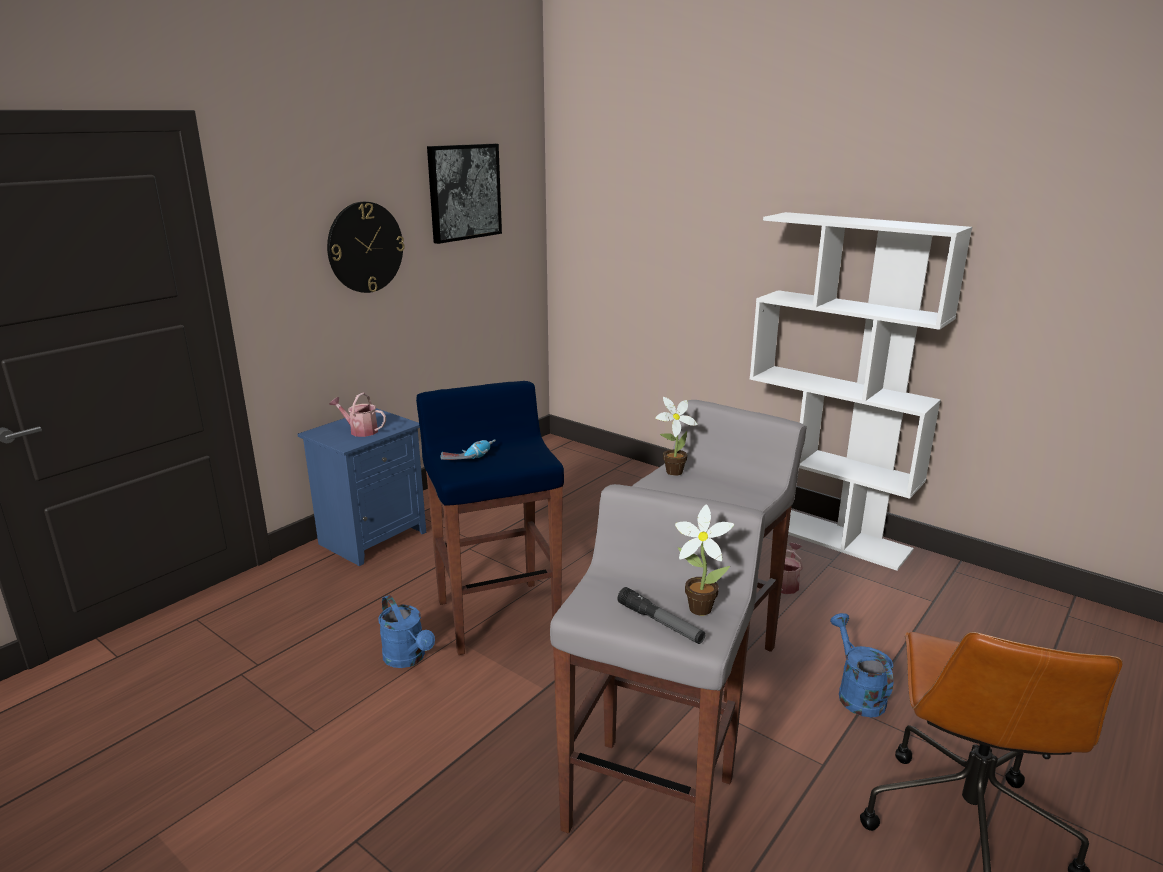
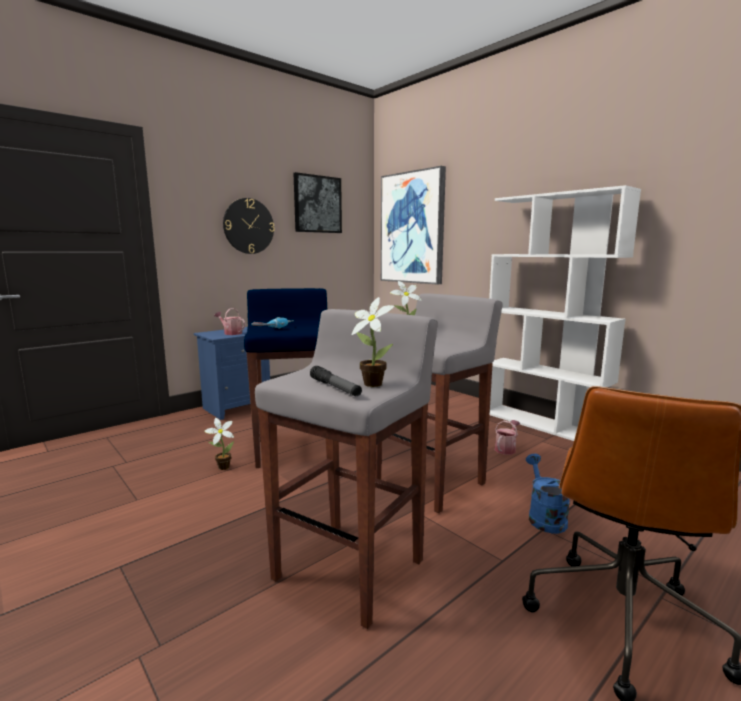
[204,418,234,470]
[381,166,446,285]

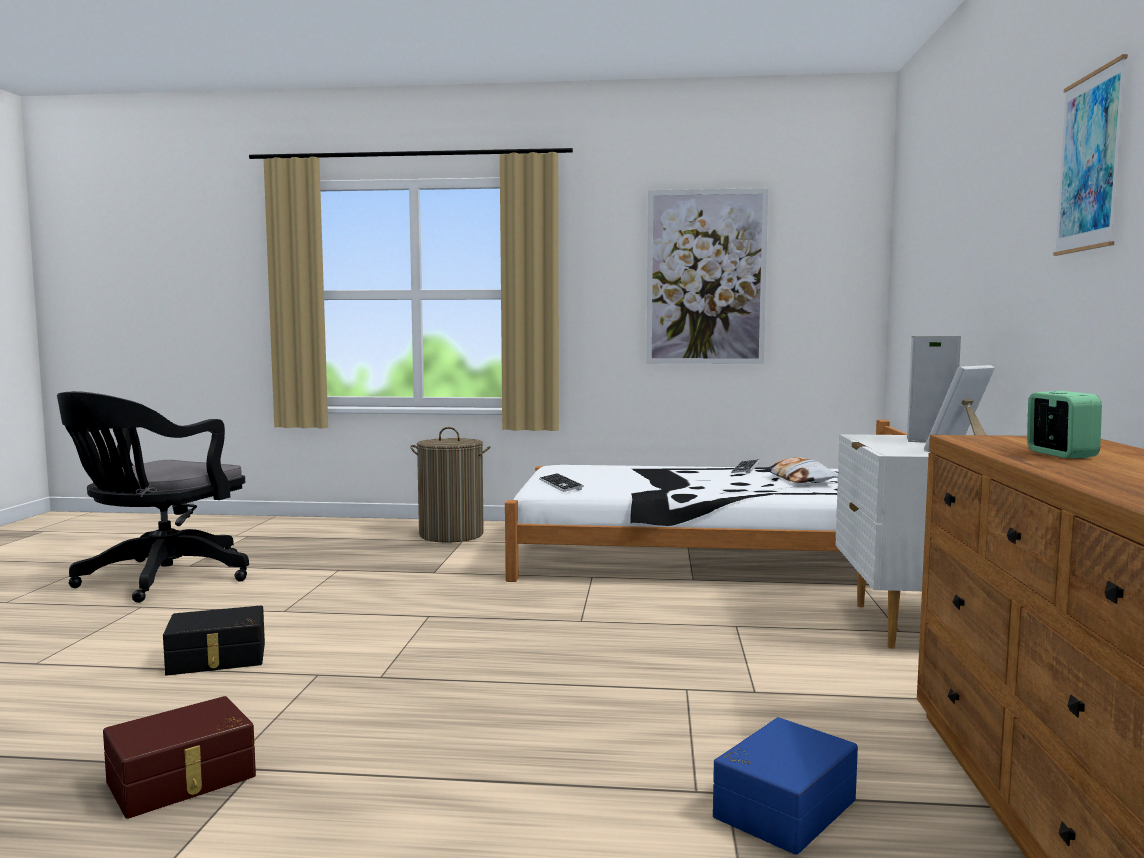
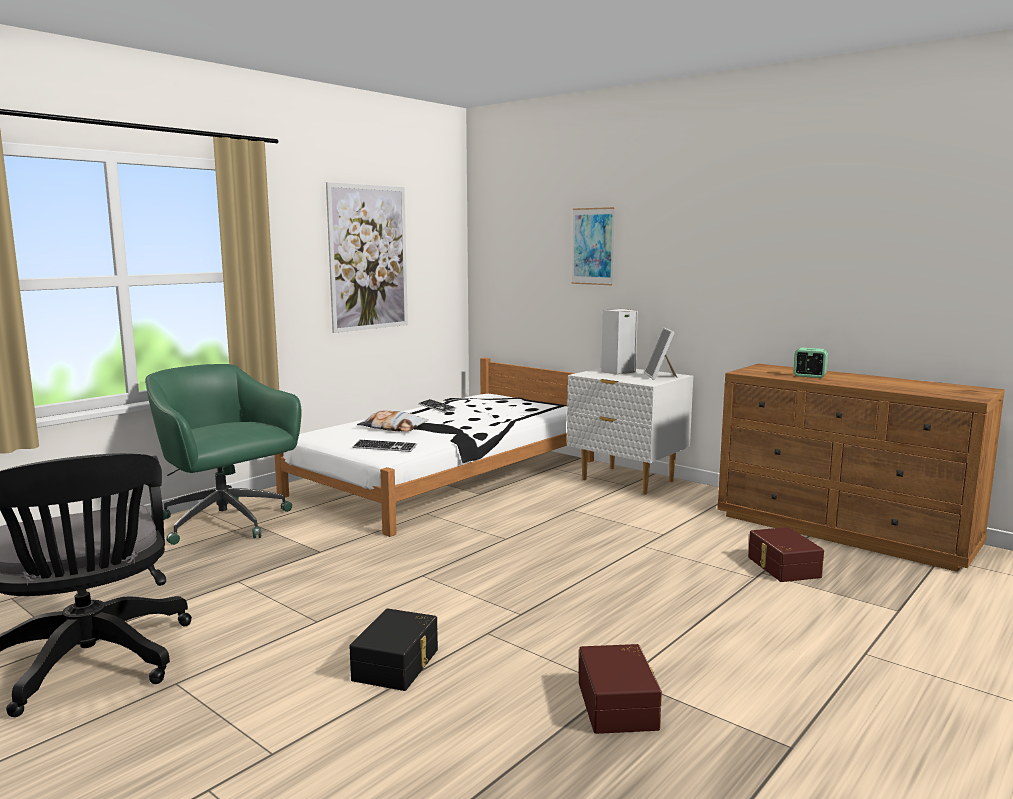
[571,207,615,285]
[145,364,302,545]
[357,410,429,432]
[748,527,824,582]

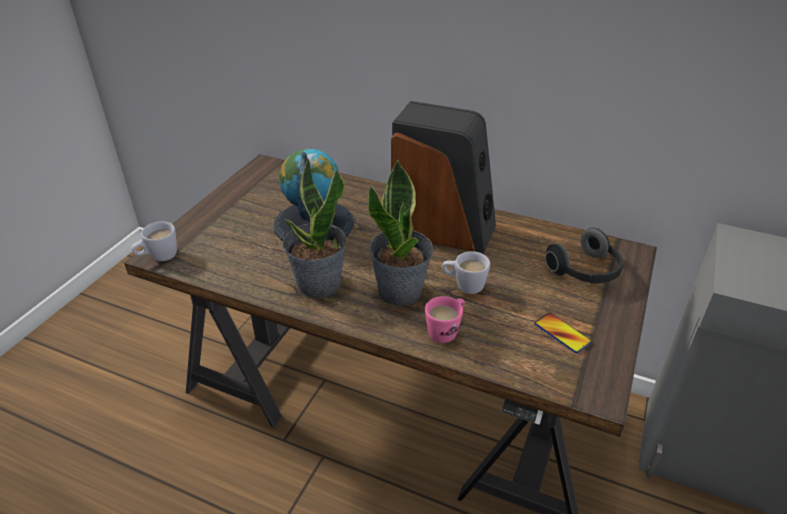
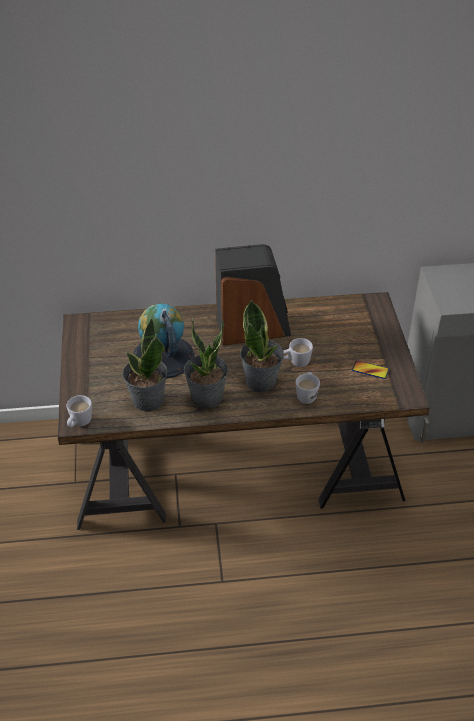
[545,227,624,284] (first image)
[295,372,320,404]
[122,318,167,411]

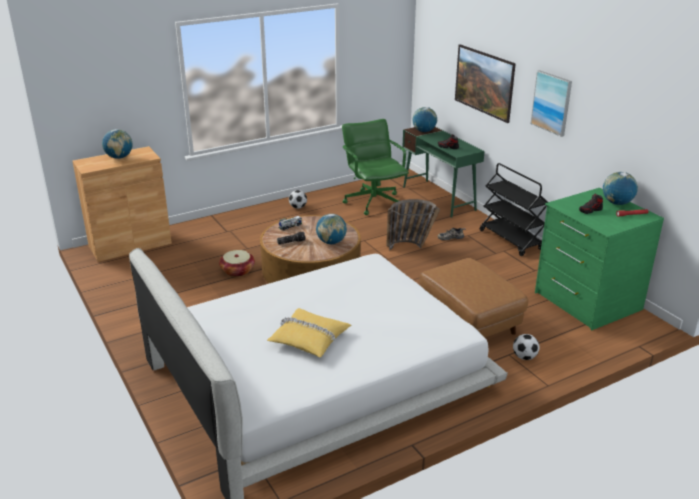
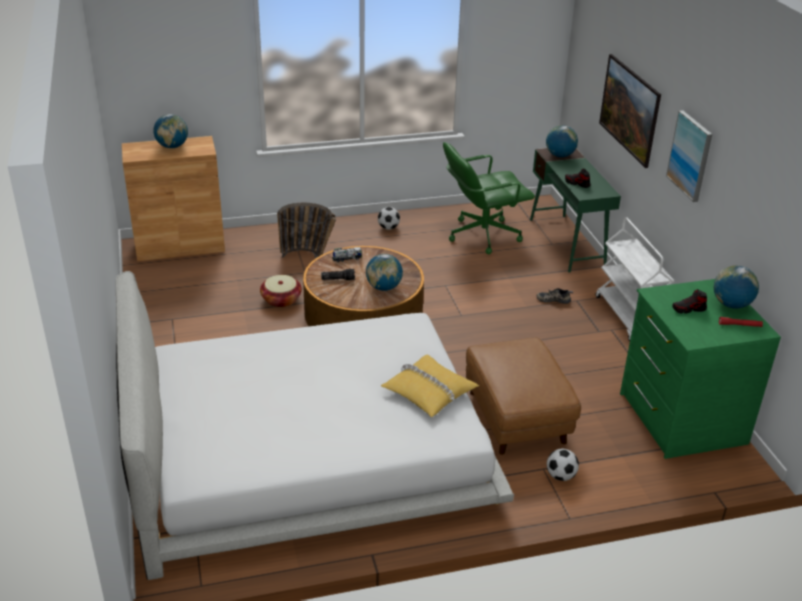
[443,142,535,254]
[596,217,674,341]
[277,203,336,259]
[381,355,479,417]

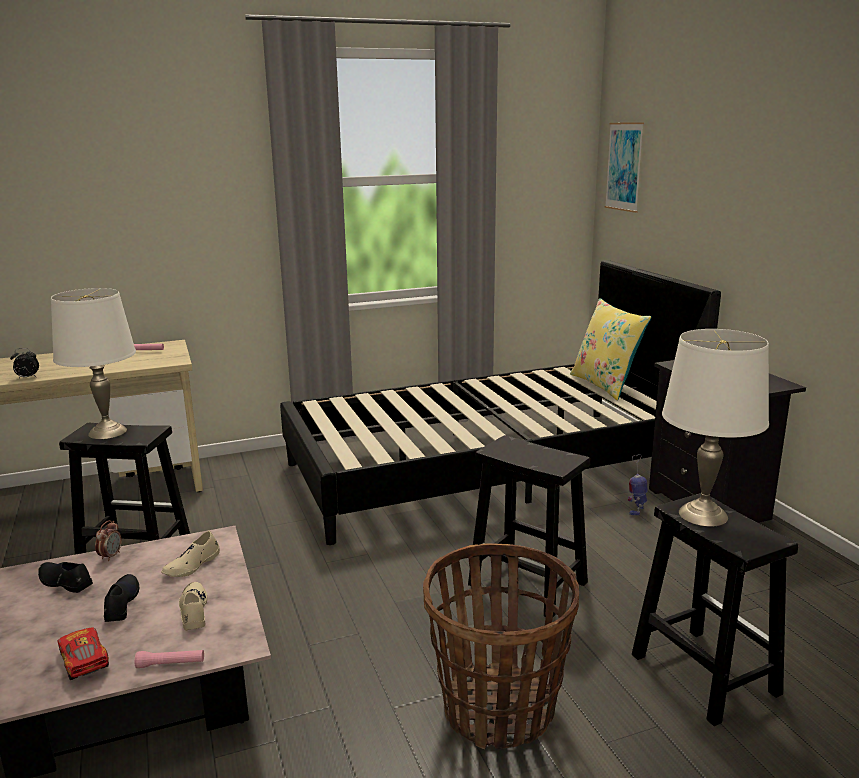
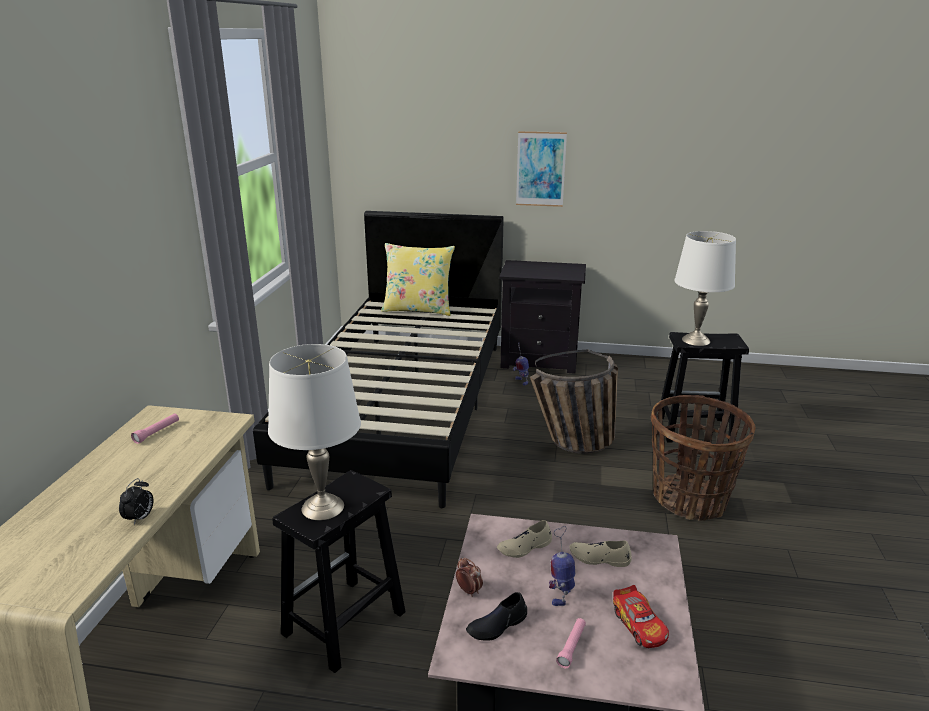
[516,131,567,207]
[530,350,618,454]
[497,520,552,558]
[549,526,575,606]
[613,585,669,648]
[556,618,586,668]

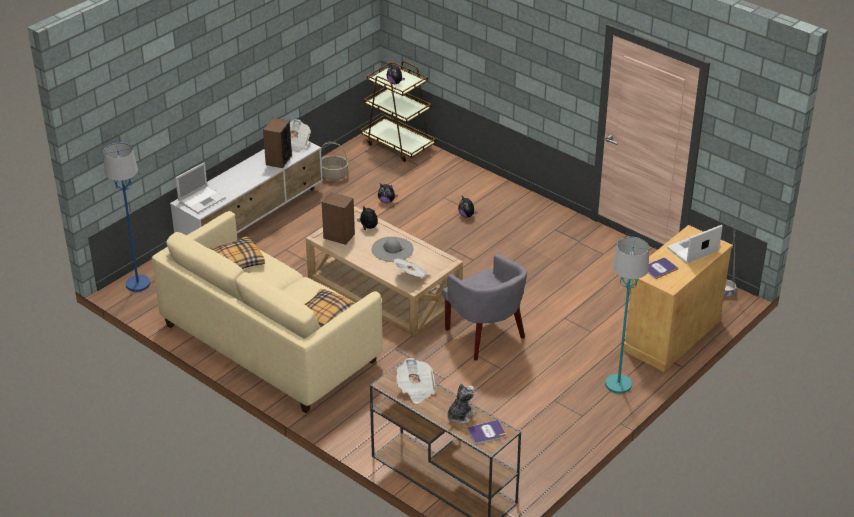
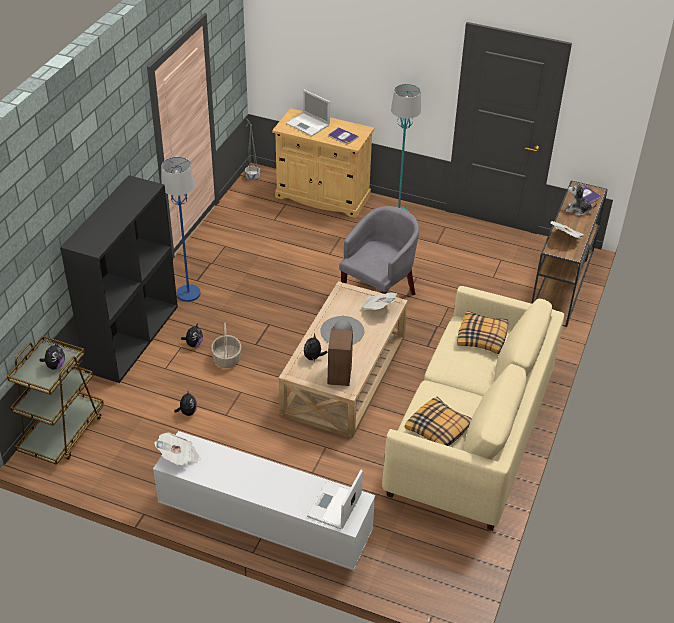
[263,118,292,168] (first image)
[211,322,242,368]
[161,157,201,302]
[307,470,363,529]
[60,175,178,383]

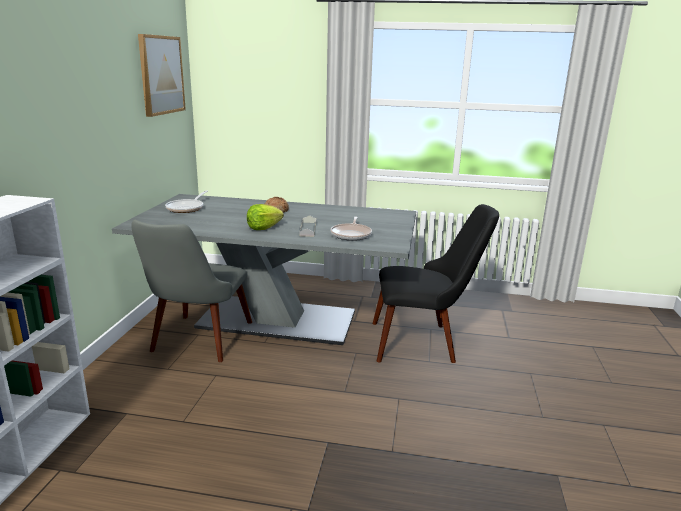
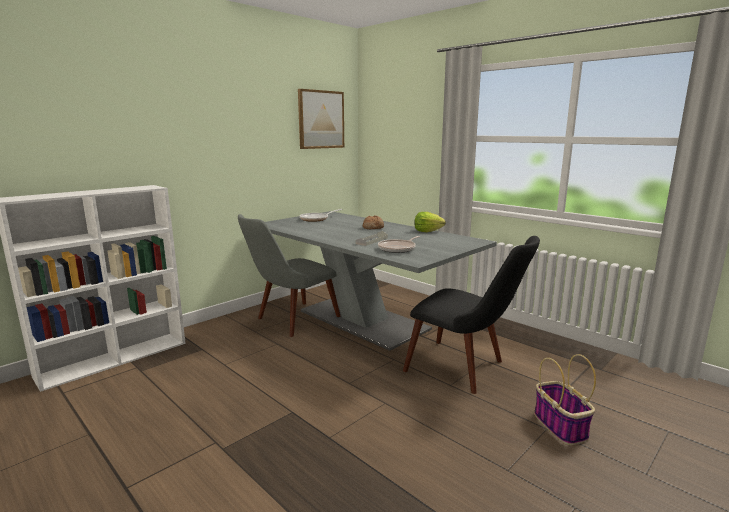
[414,212,446,232]
[534,354,596,445]

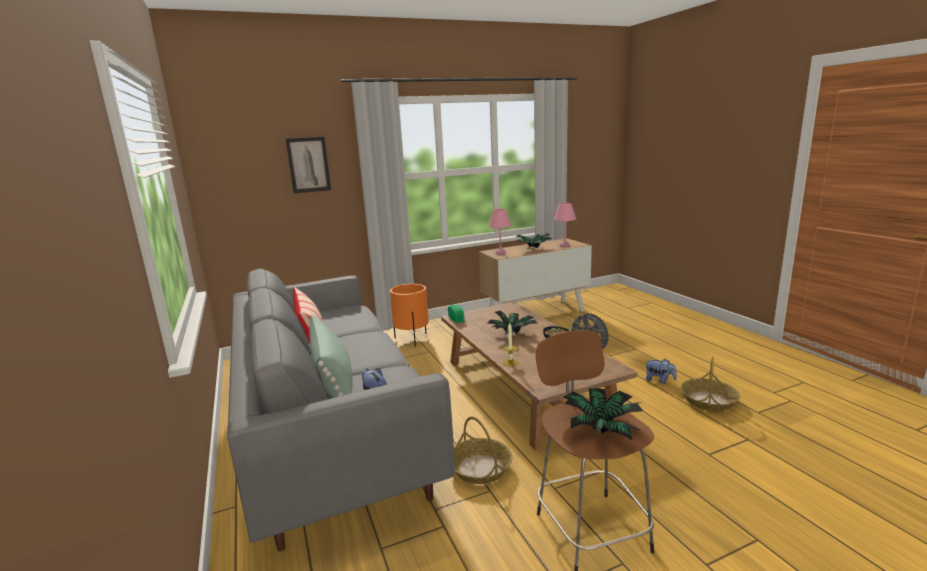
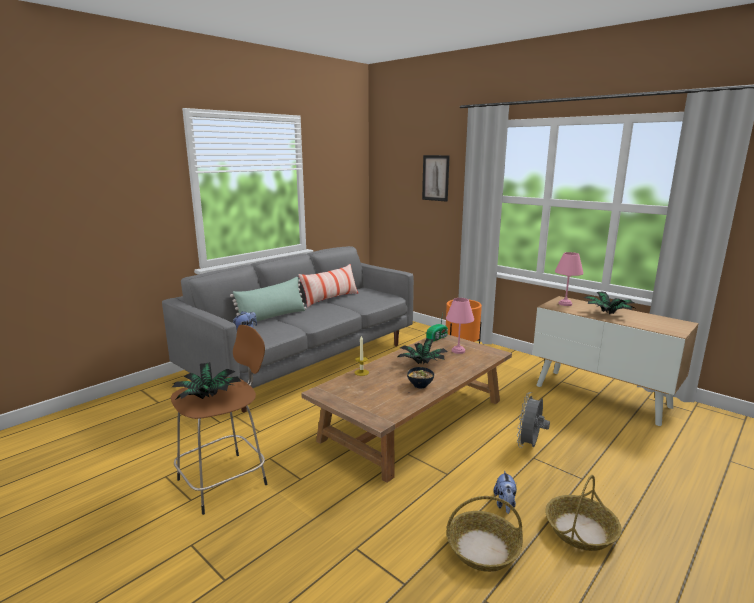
[446,298,474,354]
[545,475,622,551]

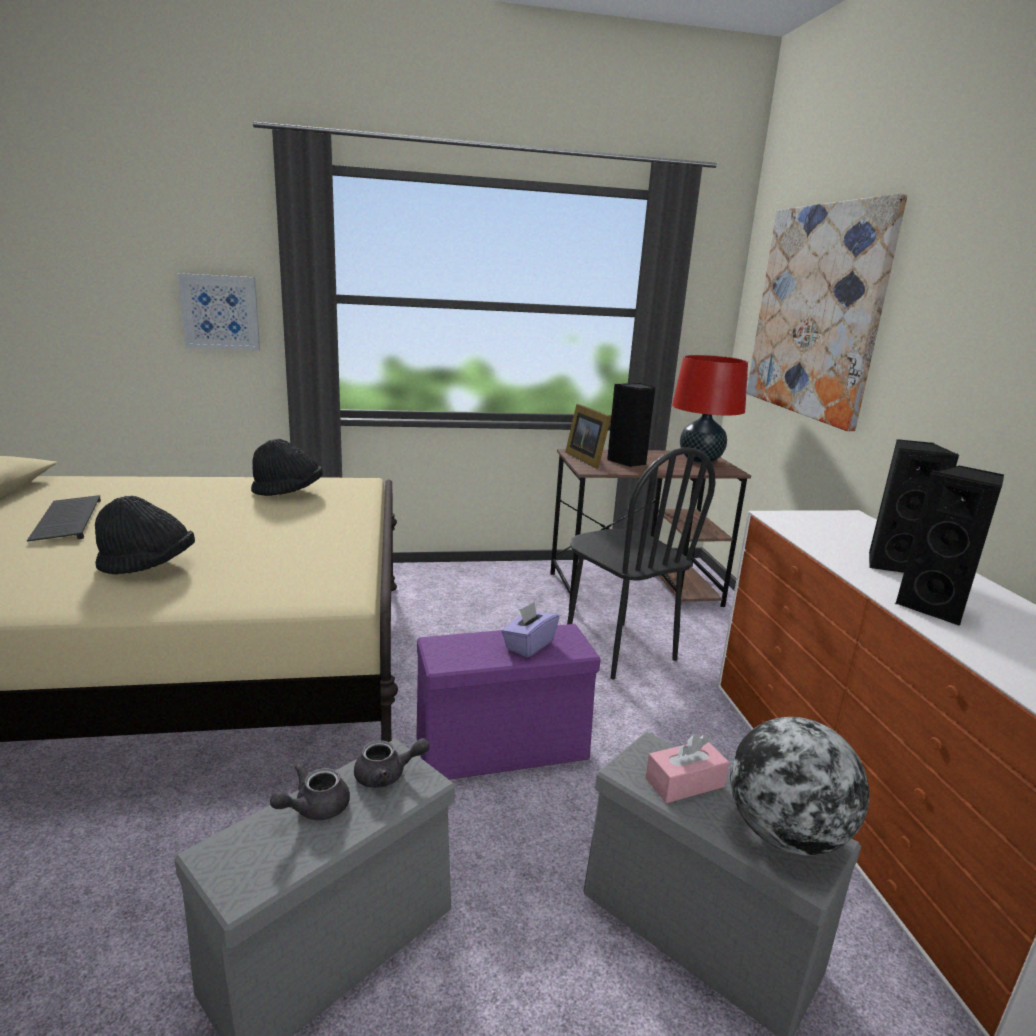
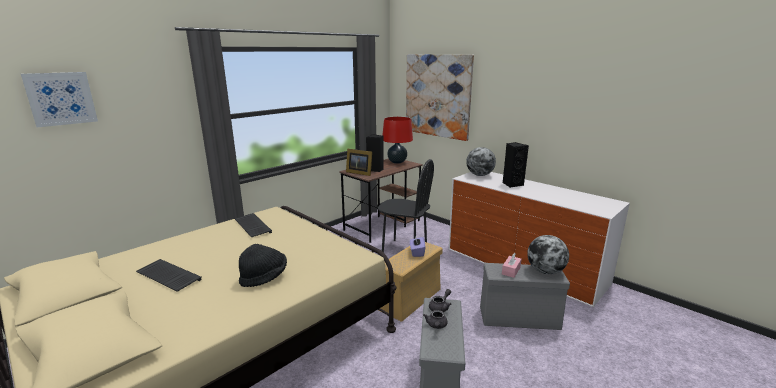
[21,72,98,127]
[235,213,272,237]
[895,465,1004,625] (first image)
[381,242,443,322]
[466,147,496,176]

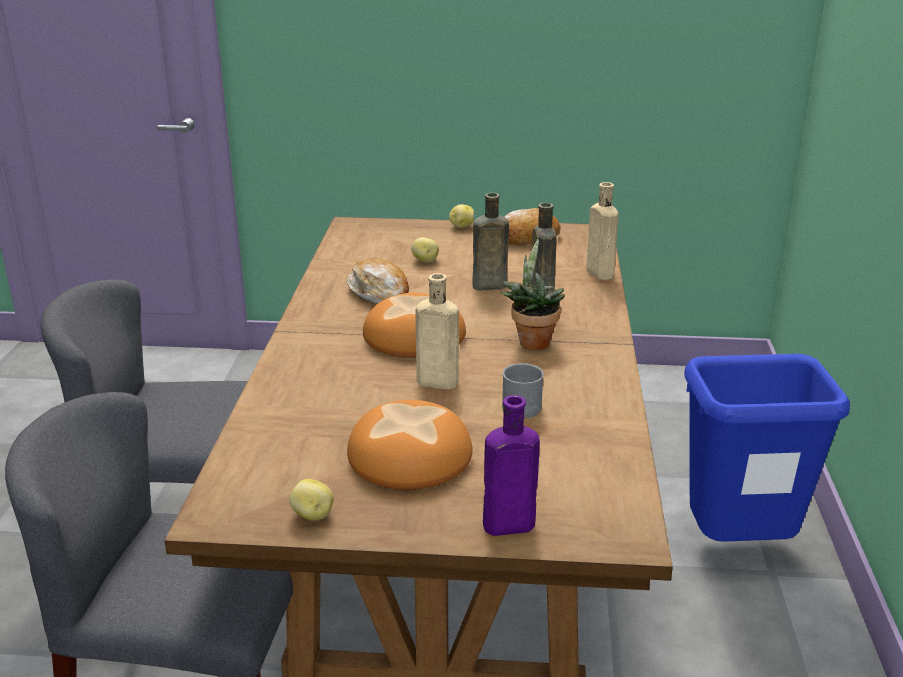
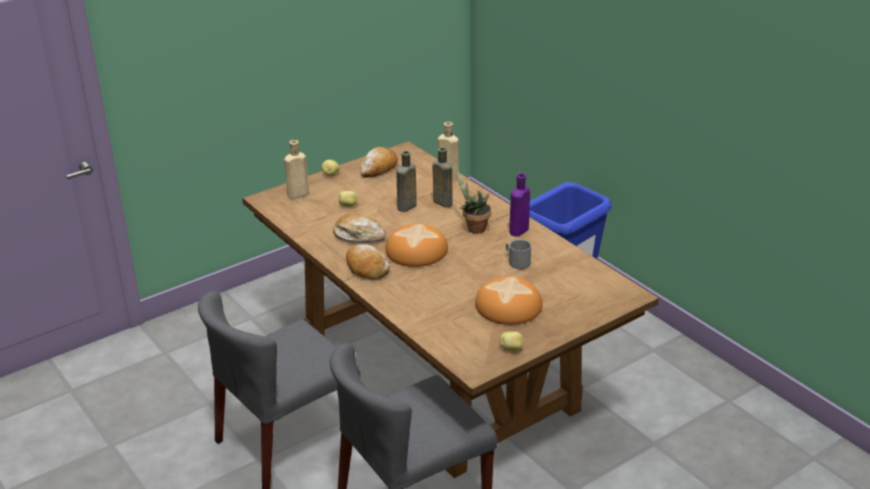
[284,140,309,199]
[509,173,530,236]
[346,244,390,279]

